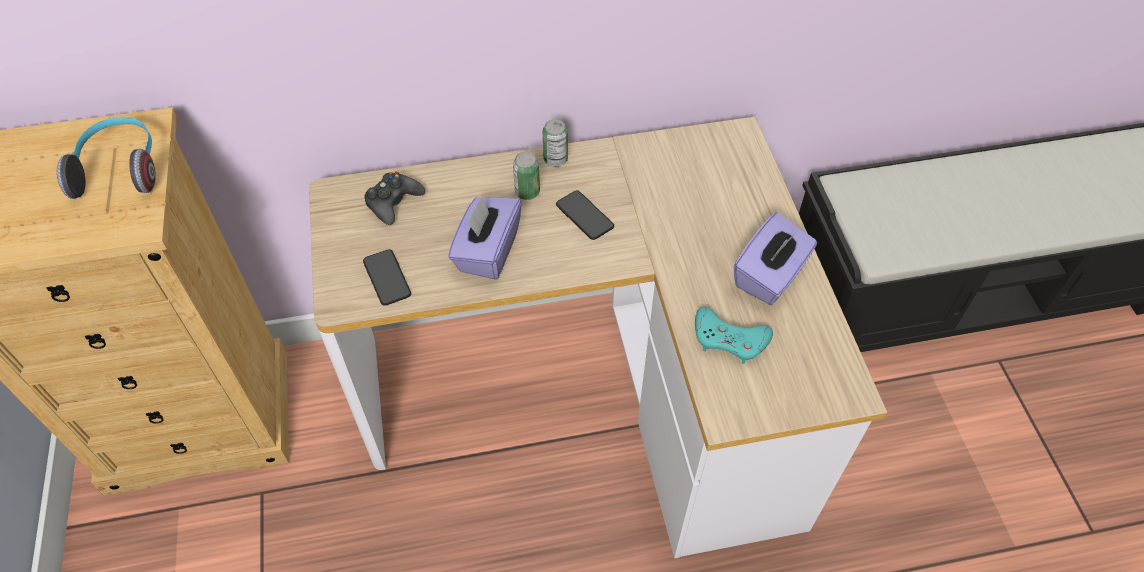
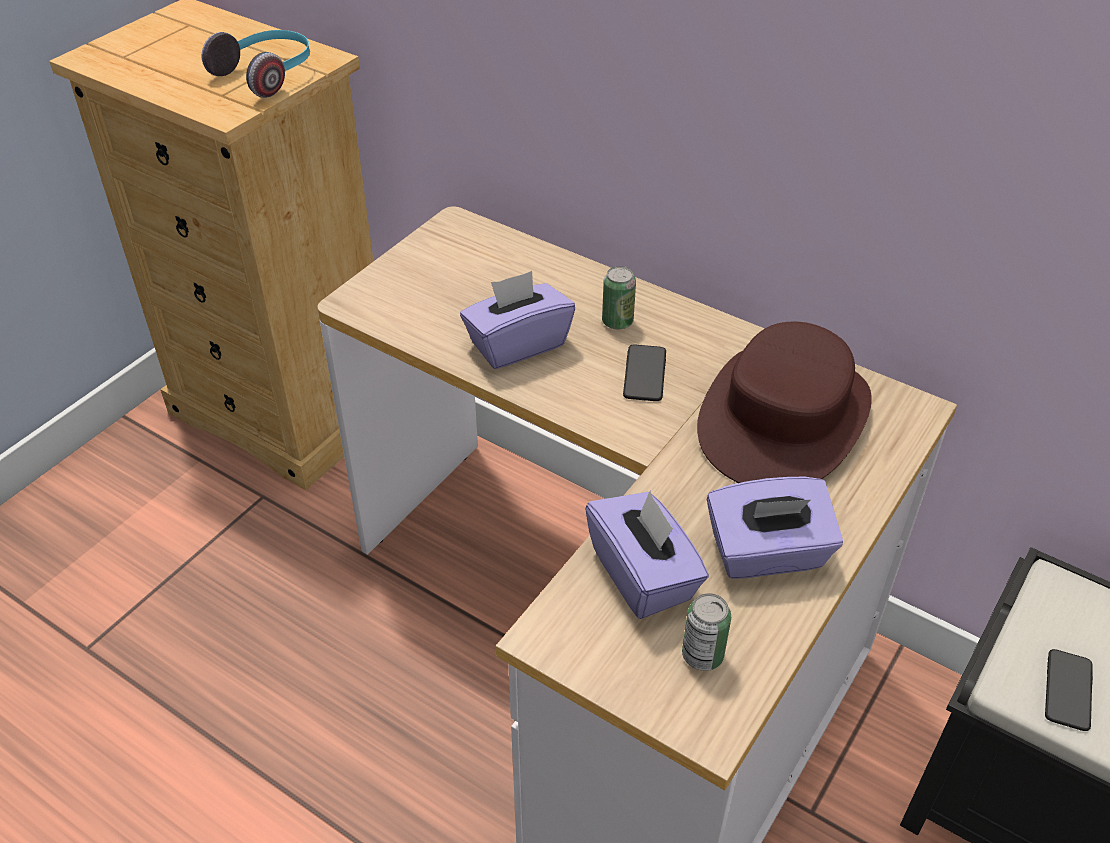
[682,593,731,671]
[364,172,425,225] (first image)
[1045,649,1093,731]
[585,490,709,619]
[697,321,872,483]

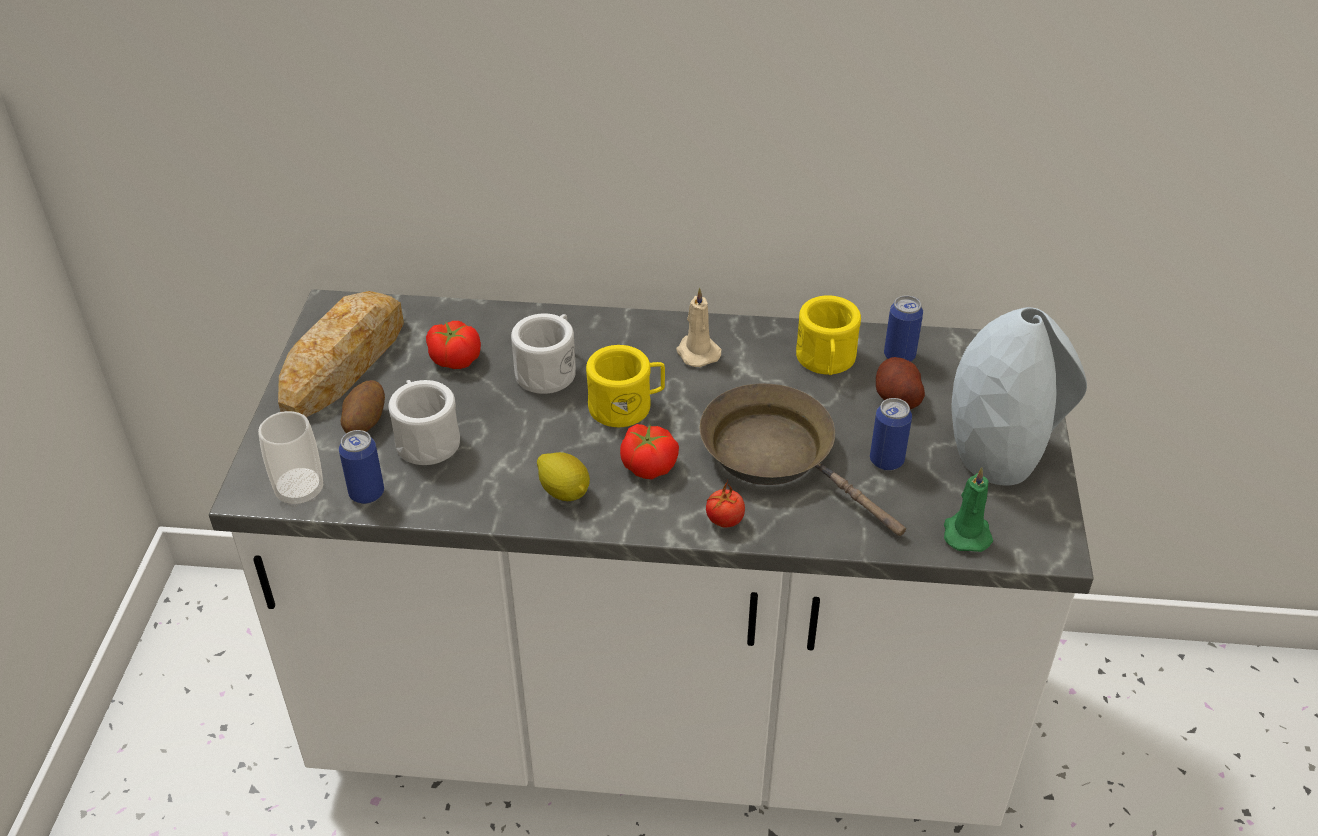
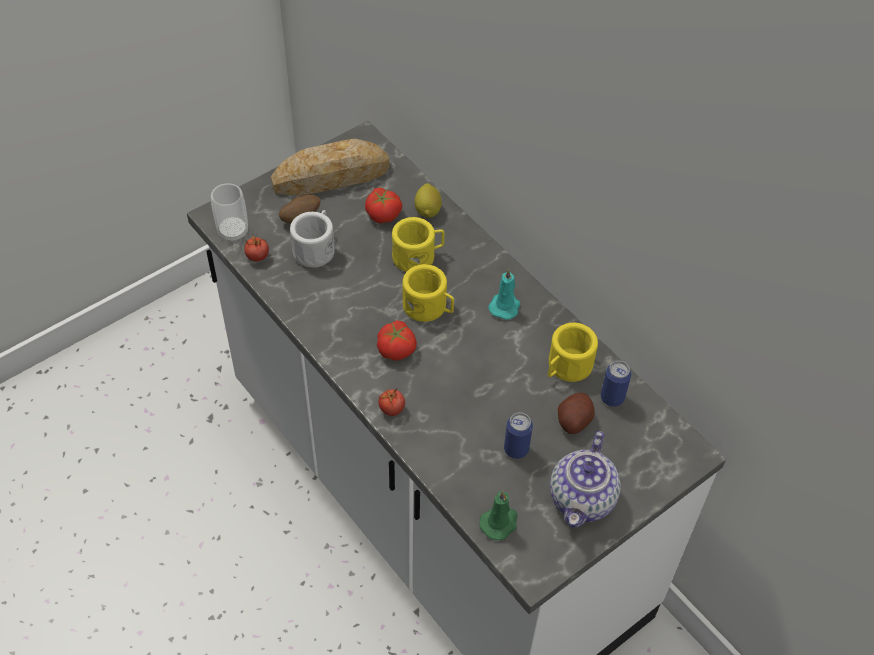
[488,269,520,320]
[550,431,621,528]
[392,217,444,272]
[699,384,906,536] (first image)
[244,236,269,262]
[415,183,442,218]

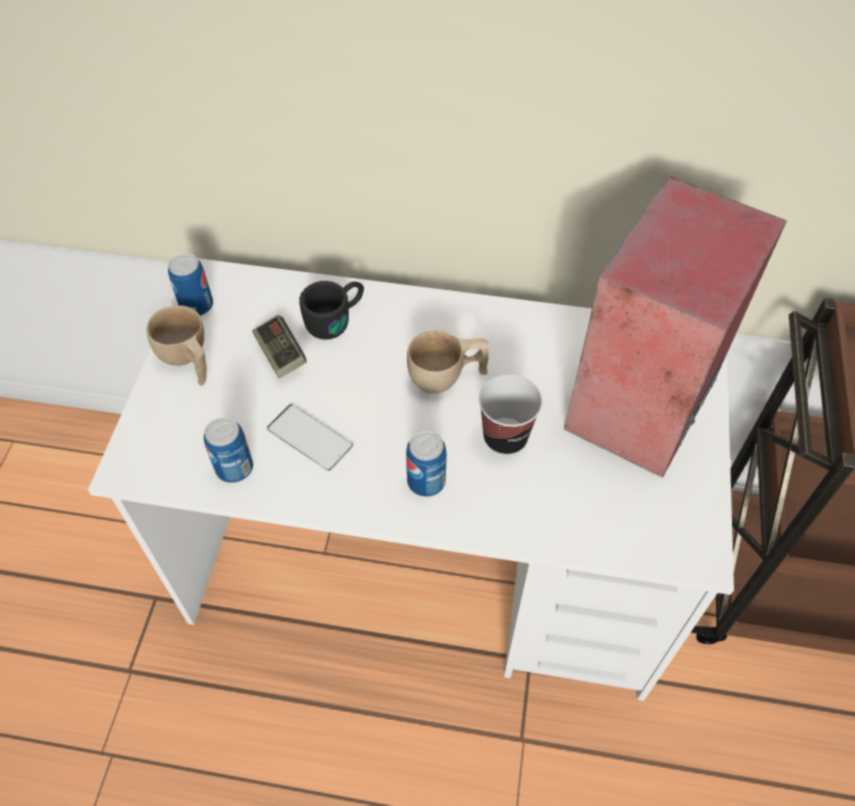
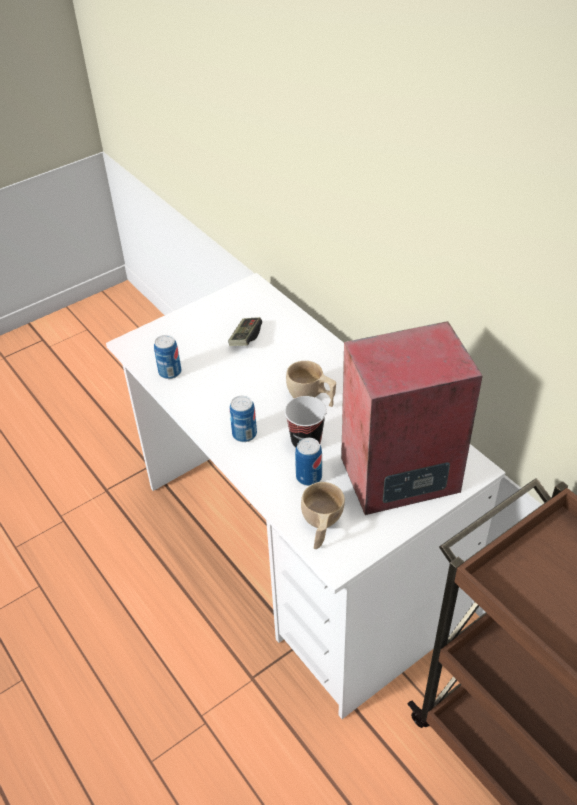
[295,438,322,486]
[299,281,364,340] (first image)
[301,482,345,549]
[267,404,353,471] (first image)

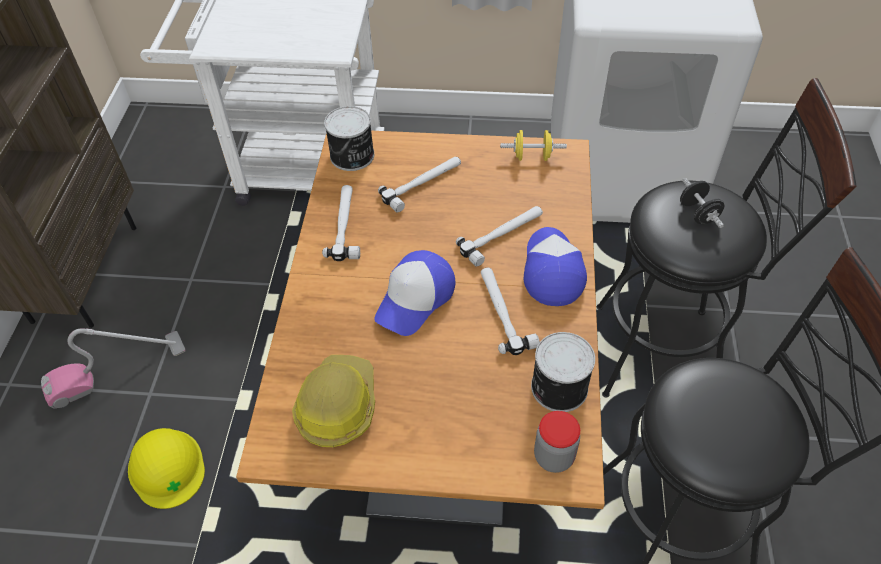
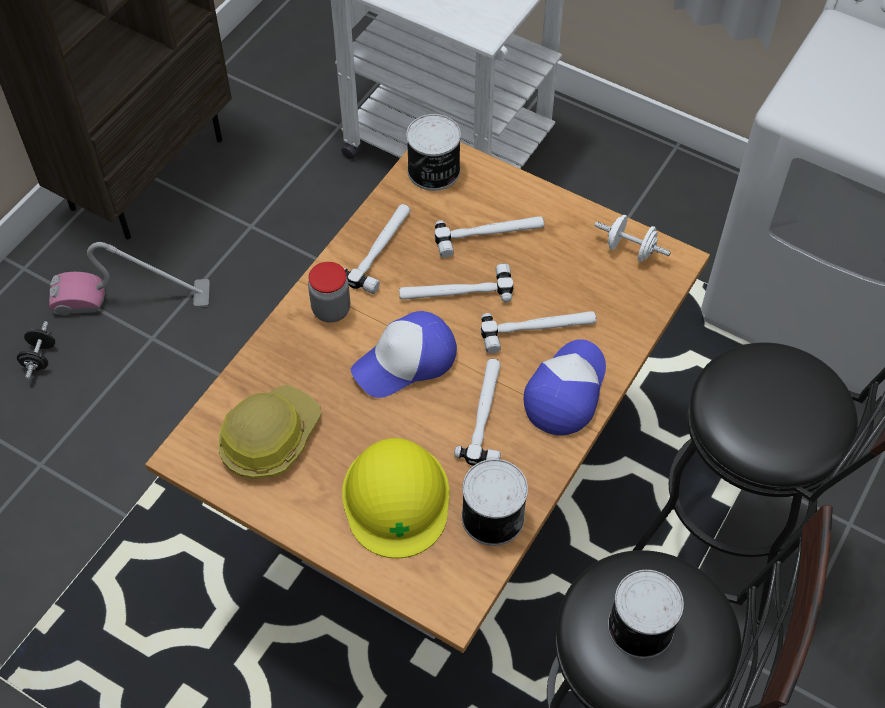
[594,215,671,262]
[17,321,55,379]
[308,262,350,323]
[342,438,449,558]
[399,263,513,302]
[608,570,684,659]

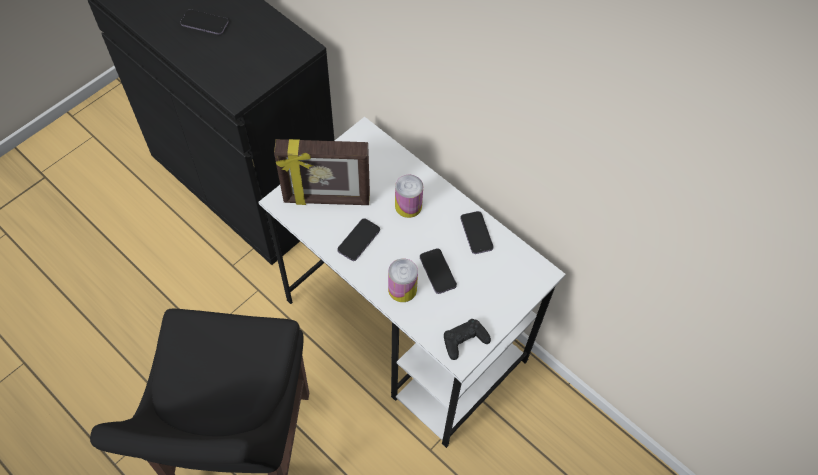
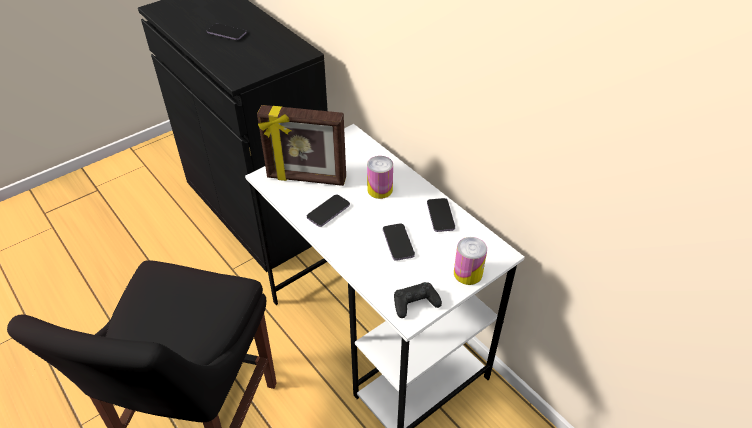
[454,237,487,285]

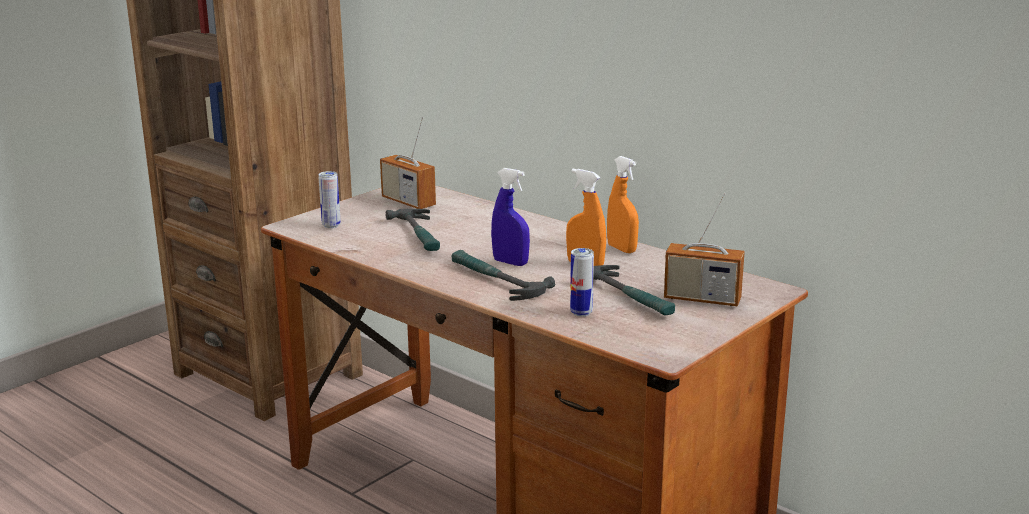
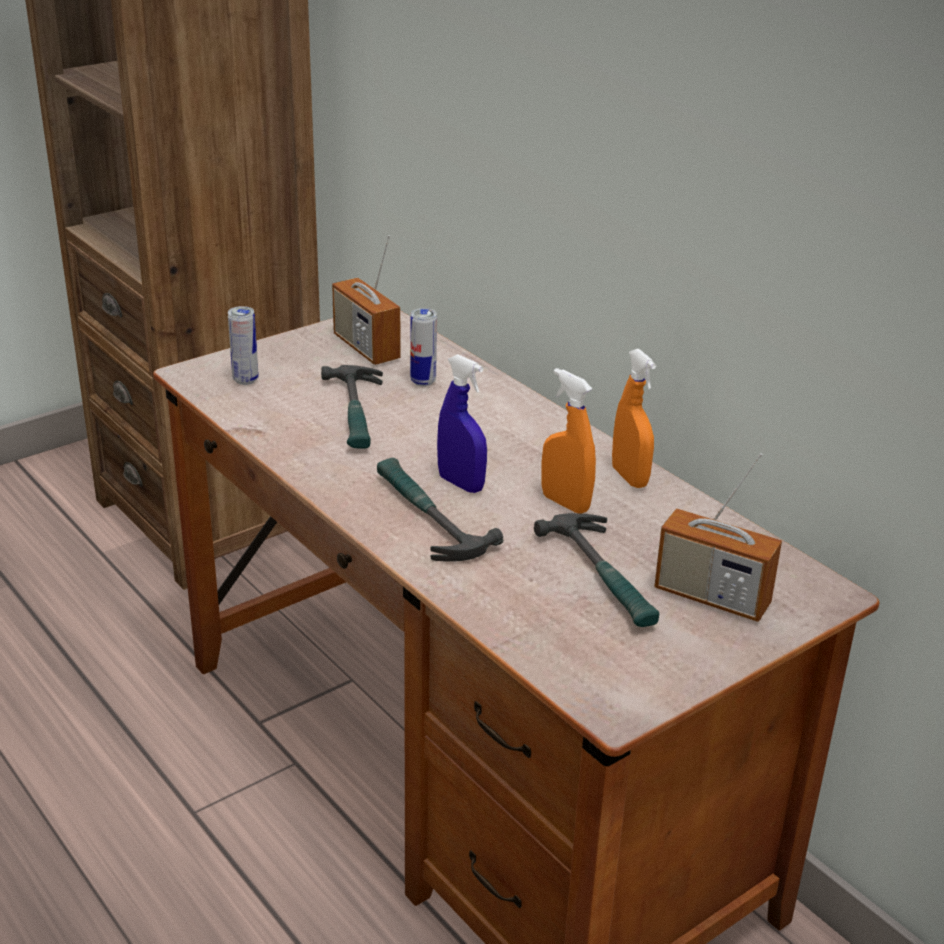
[410,308,437,386]

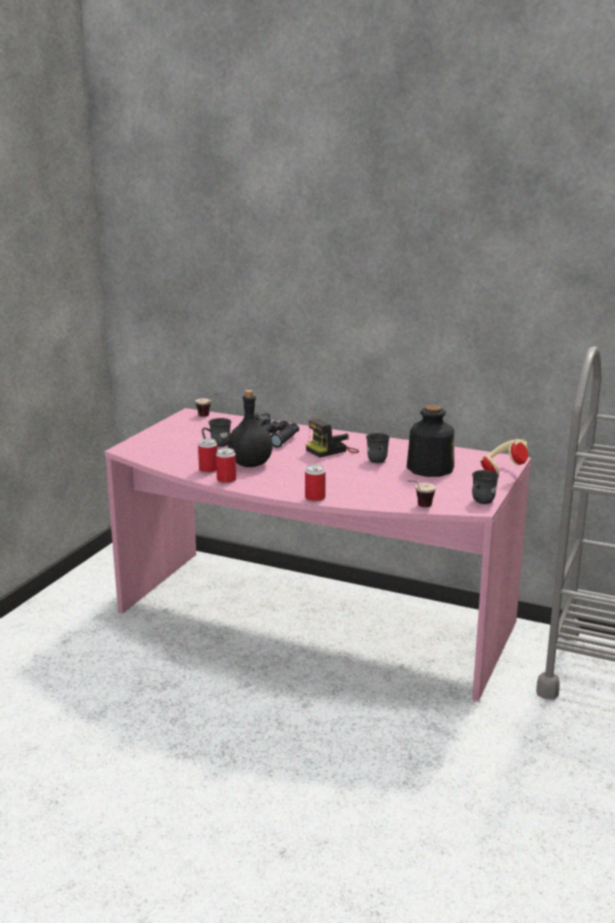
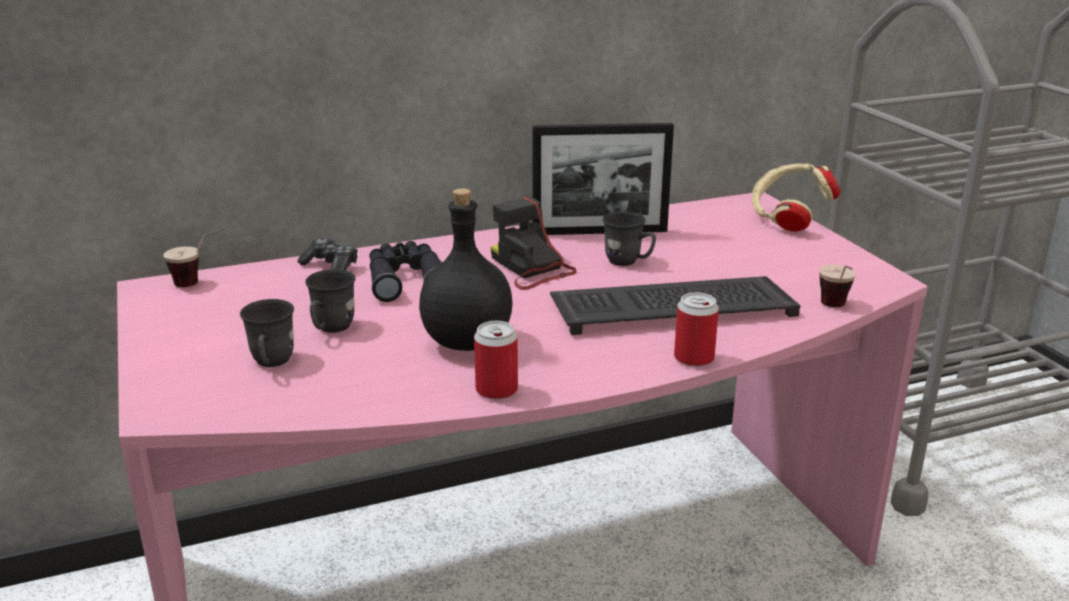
[407,405,454,477] (first image)
[491,197,577,290]
[198,438,217,473] (first image)
[240,299,294,367]
[533,123,674,235]
[550,276,801,335]

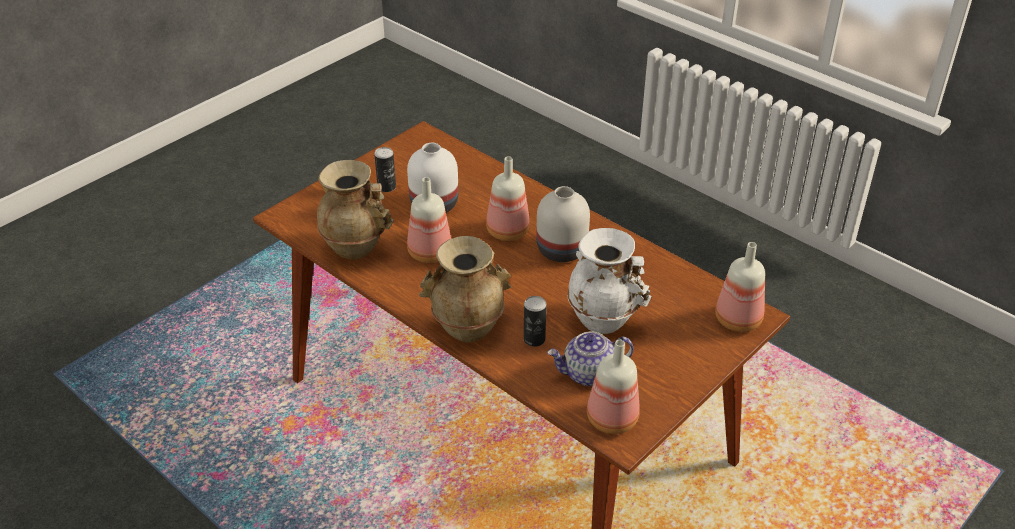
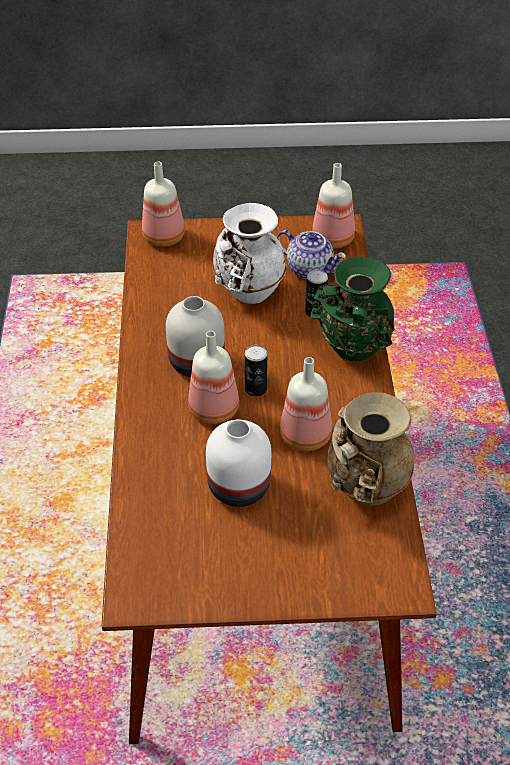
[245,345,268,396]
[310,256,394,361]

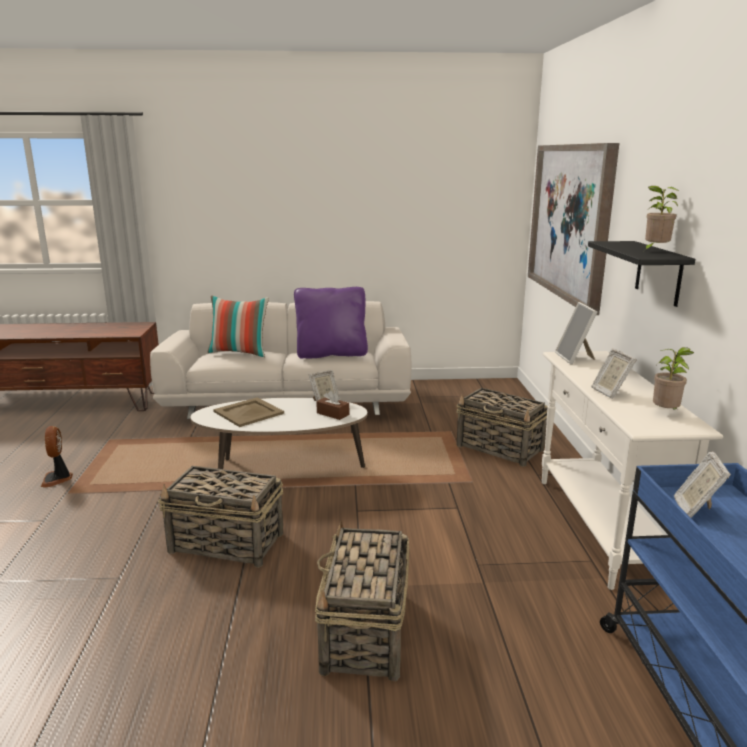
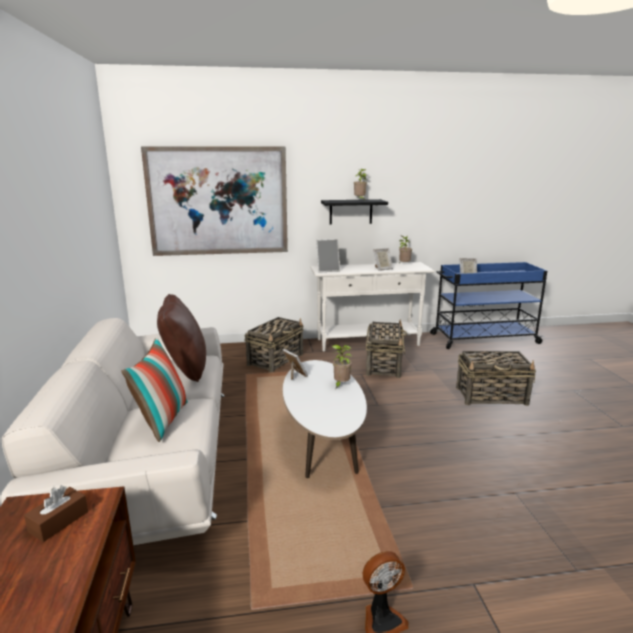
[157,294,206,382]
[24,485,88,542]
[213,398,284,427] (first image)
[366,319,407,378]
[332,345,352,388]

